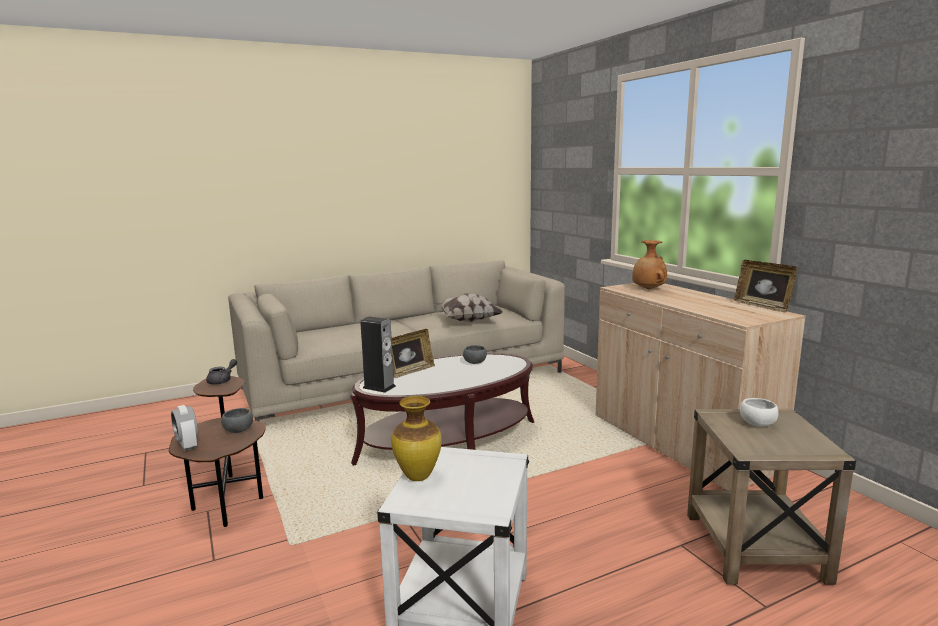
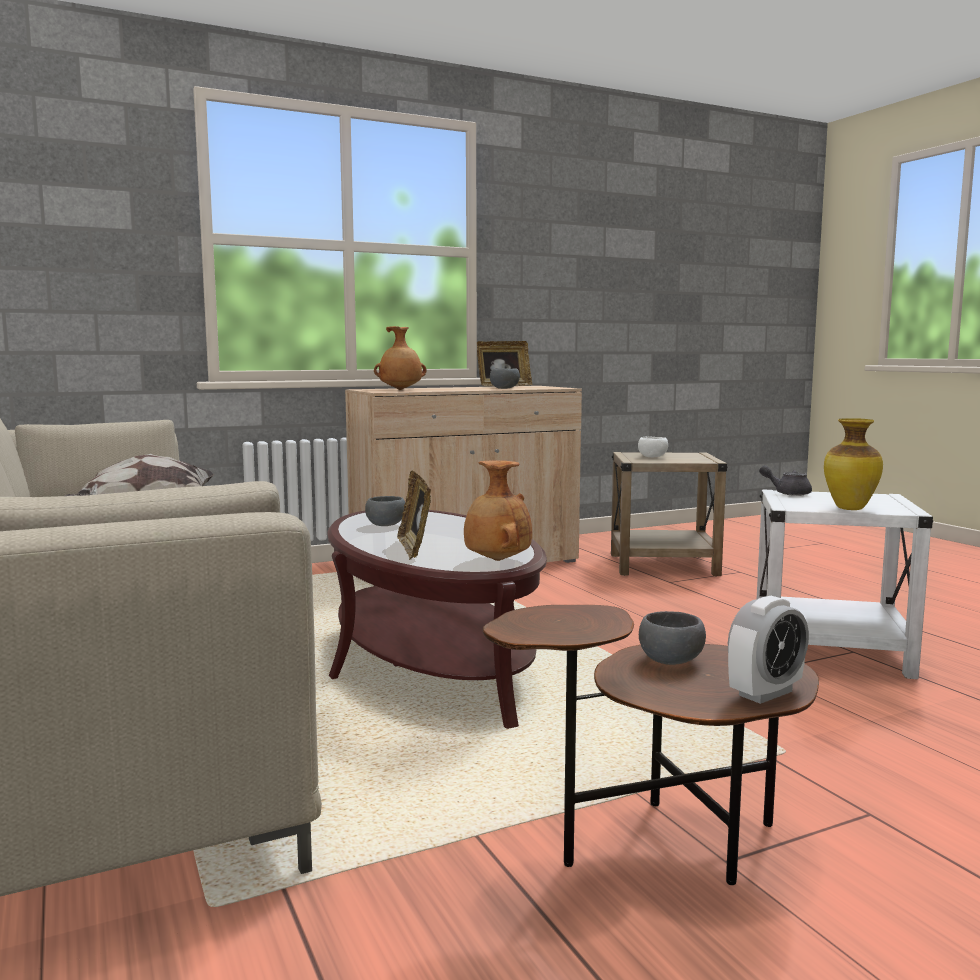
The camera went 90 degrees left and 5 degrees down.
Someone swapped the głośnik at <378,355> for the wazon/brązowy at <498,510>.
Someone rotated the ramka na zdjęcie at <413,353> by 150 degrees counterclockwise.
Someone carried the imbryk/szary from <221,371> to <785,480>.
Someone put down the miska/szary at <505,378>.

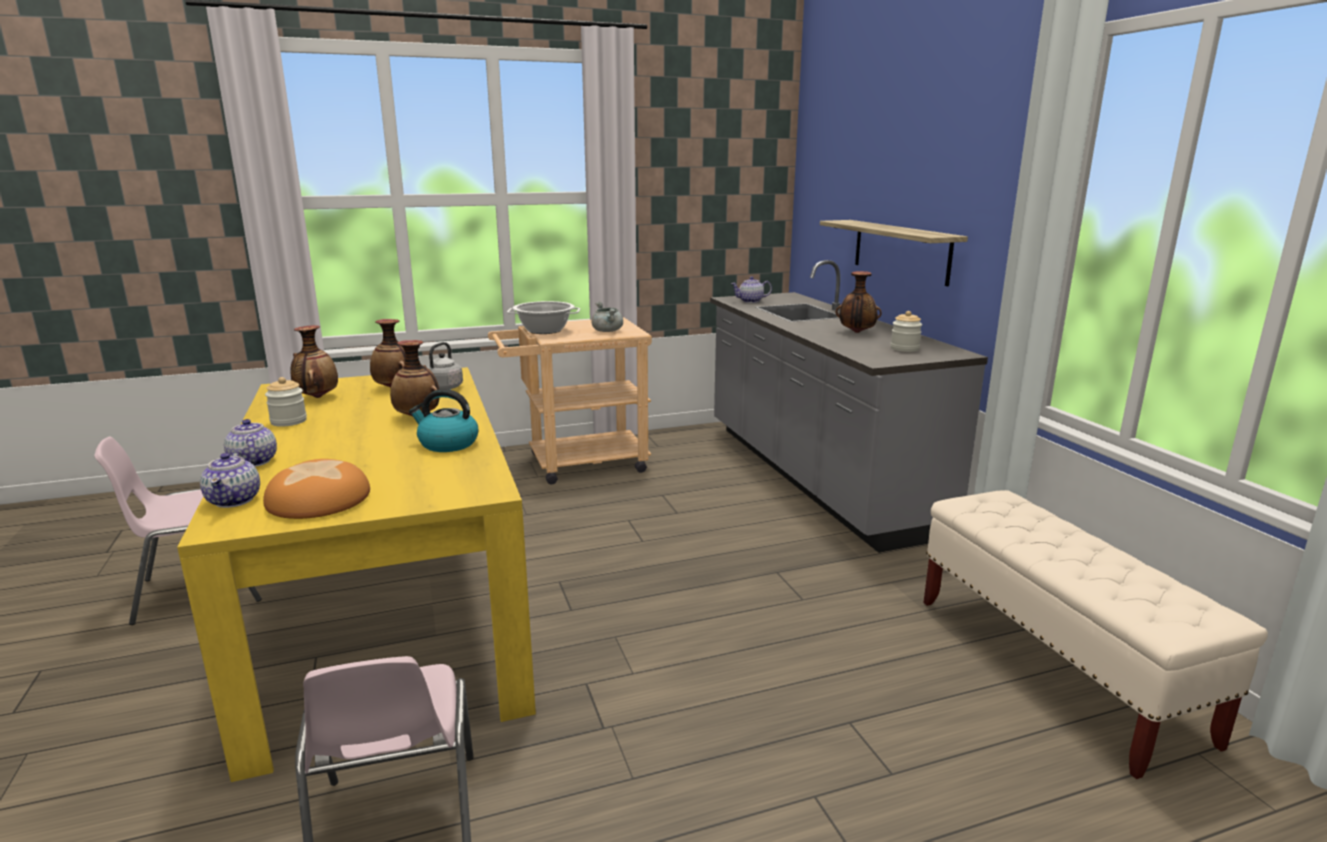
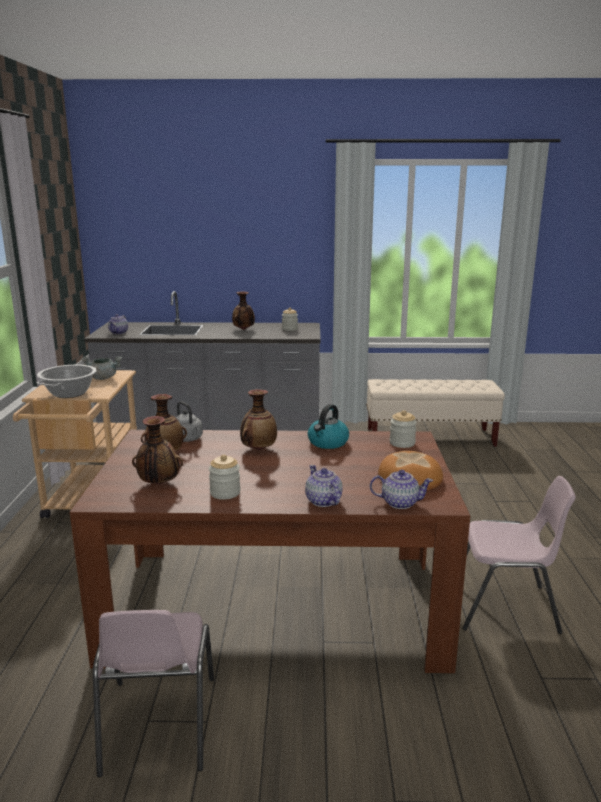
The camera went 70 degrees left and 0 degrees up.
Someone took away the półka at <894,253>.
Someone repainted the stół jadalny/żółty at <356,574>, which became the stół jadalny/brązowy at <270,551>.
Someone rotated the imbryk at <250,443> by 75 degrees clockwise.
Someone put down the słoik at <403,429>.

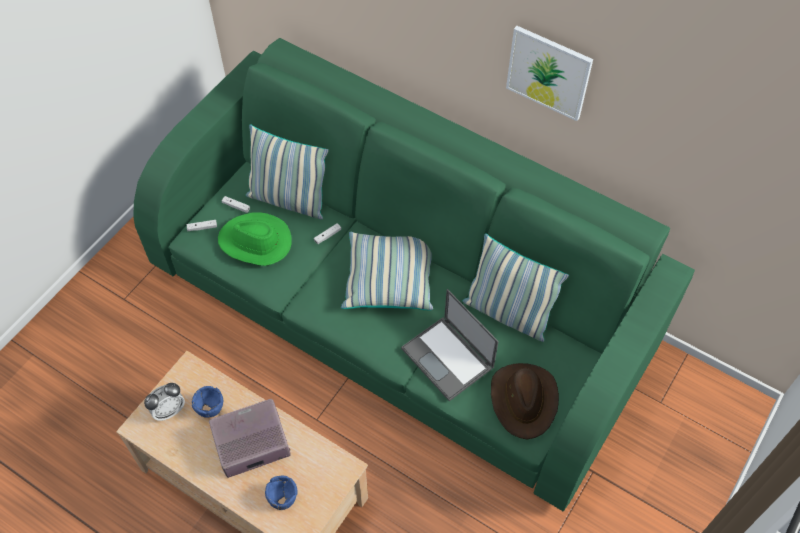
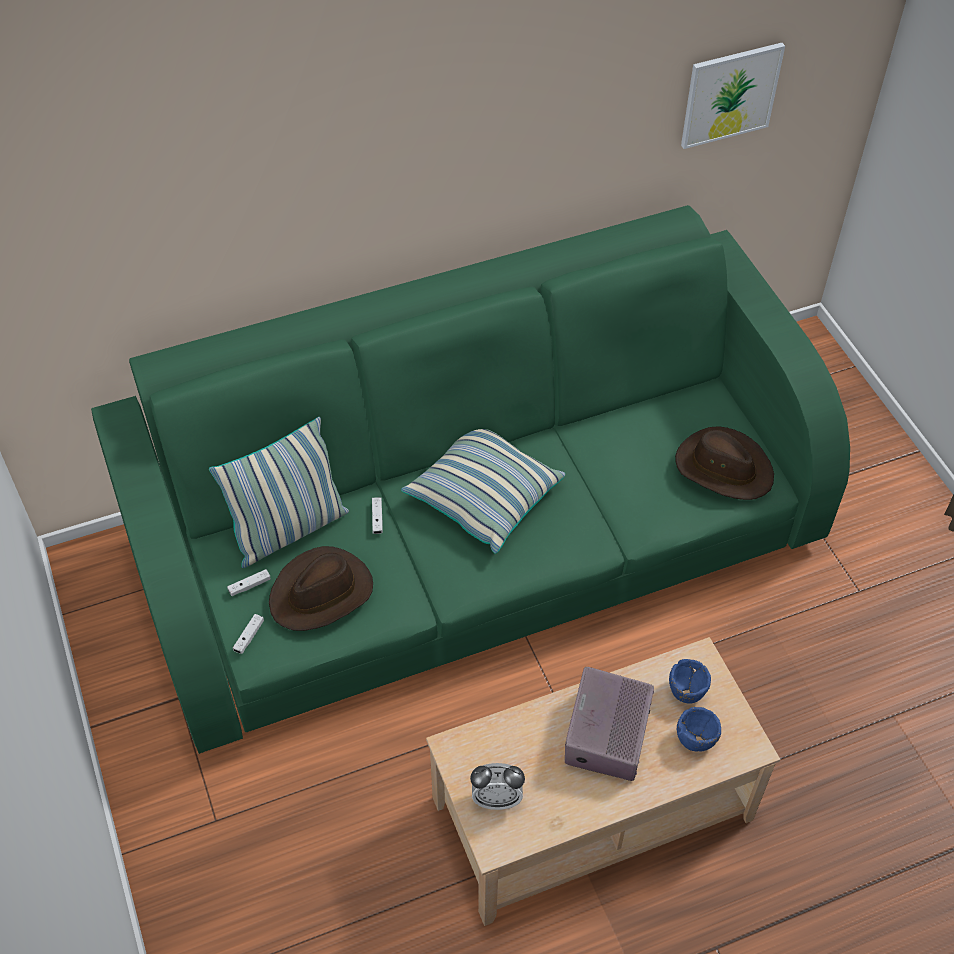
The camera went 55 degrees left and 5 degrees down.
Someone carried the obraz from <549,73> to <733,96>.
Someone repainted the kapelusz/zielony at <255,239>, which became the kapelusz/brązowy at <321,588>.
Someone took away the poduszka at <516,287>.
Someone took away the laptop at <450,345>.
Someone rotated the budzik at <164,402> by 90 degrees clockwise.
Someone carried the miska/niebieski from <207,402> to <690,681>.

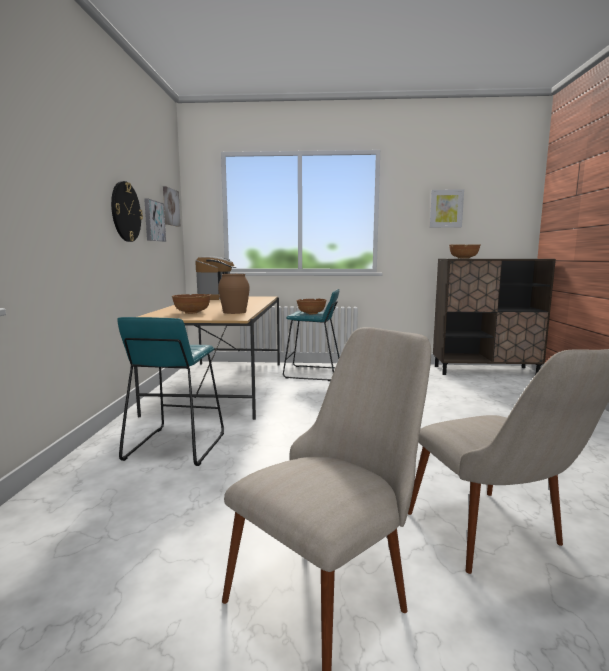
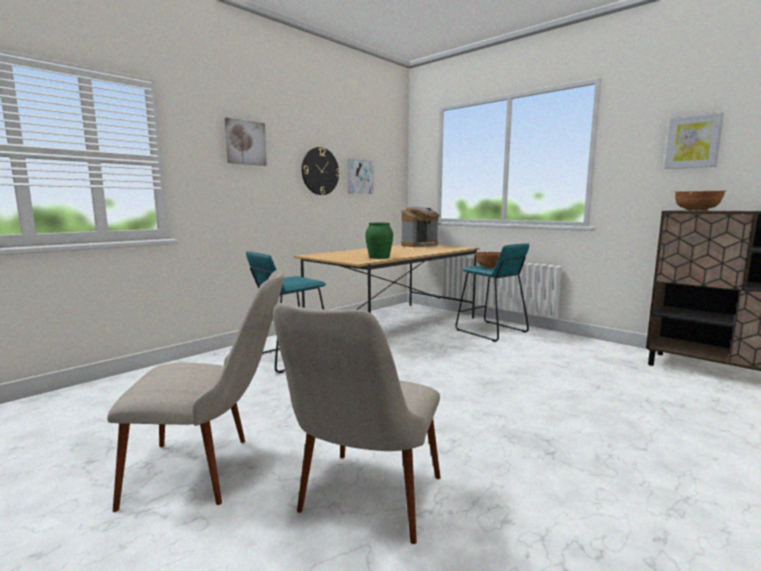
The camera went 40 degrees right and 0 degrees up.
Someone carried the obraz from <172,206> to <246,141>.
Someone repainted the wazon/brązowy at <234,294>, which became the wazon/zielony at <379,241>.
Someone took away the miska/brązowy at <191,304>.

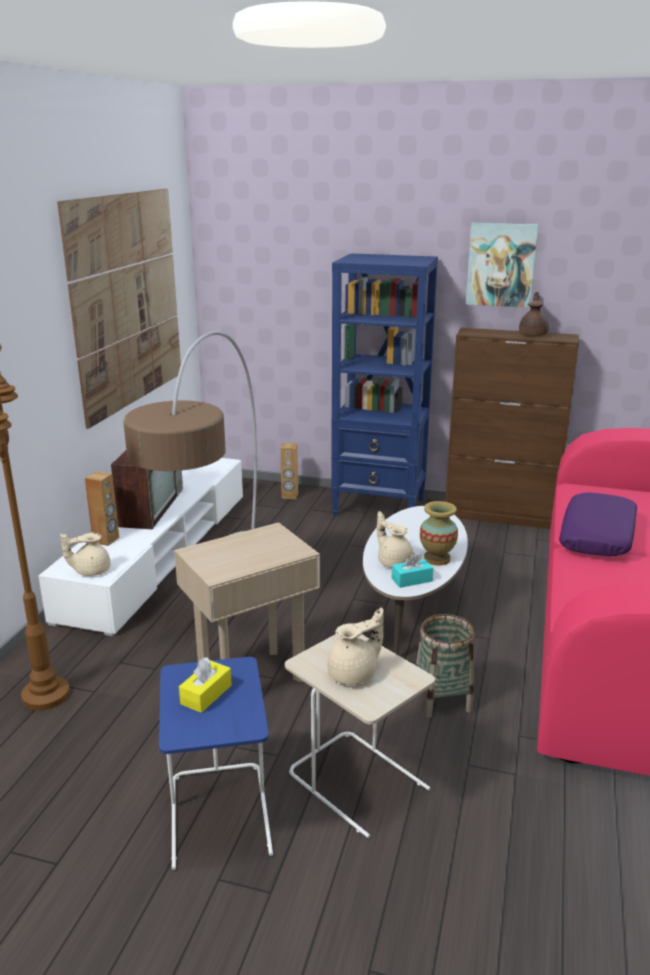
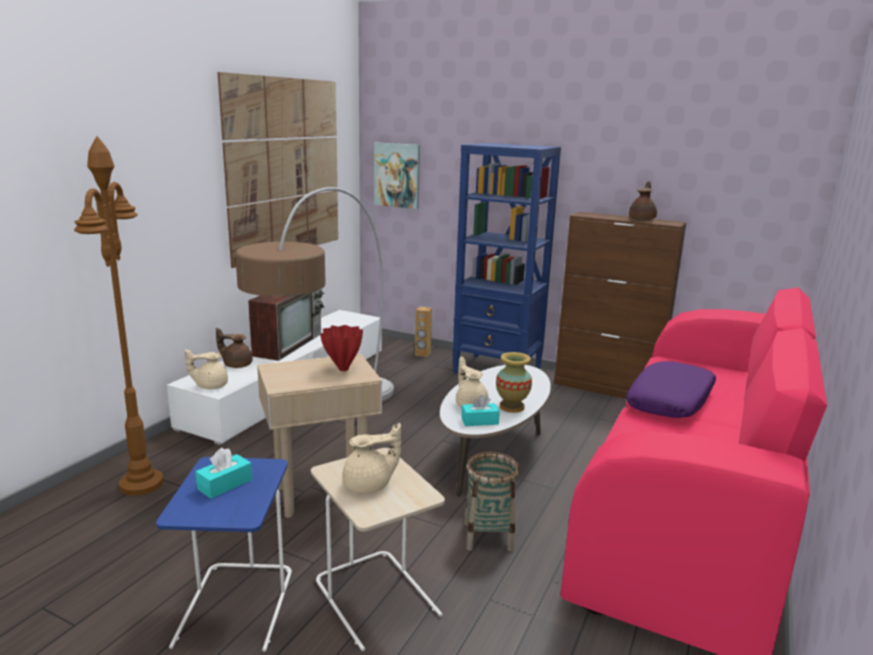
The camera went 10 degrees right and 5 degrees down.
Someone carried the obraz from <502,265> to <397,175>.
Someone swapped the głośnik/brązowy at <102,508> for the imbryk/brązowy at <234,348>.
Someone repainted the pudełko chusteczek/żółty at <205,685>, which became the pudełko chusteczek/turkusowy at <224,473>.
Someone put down the wazon/czerwony at <341,348>.

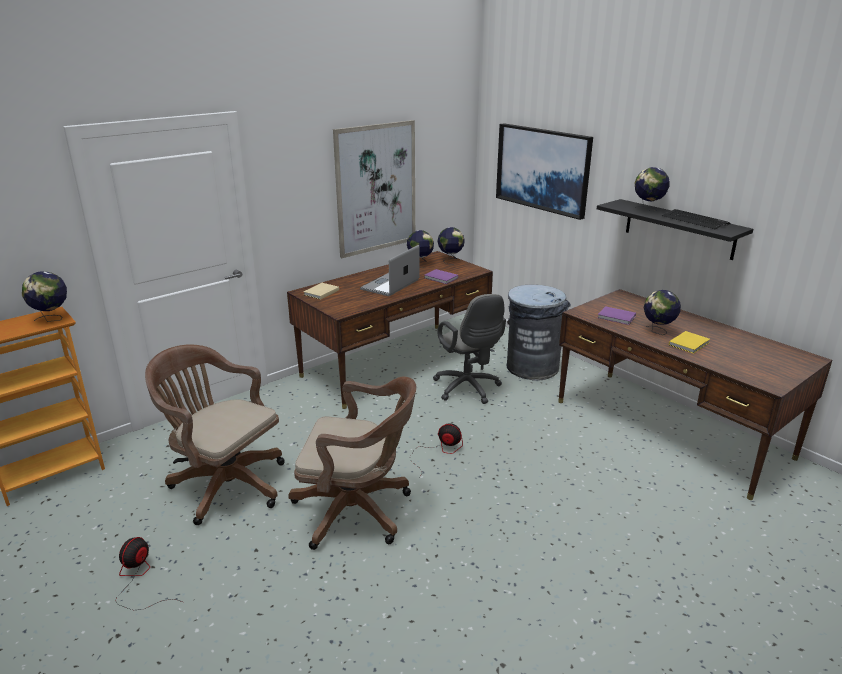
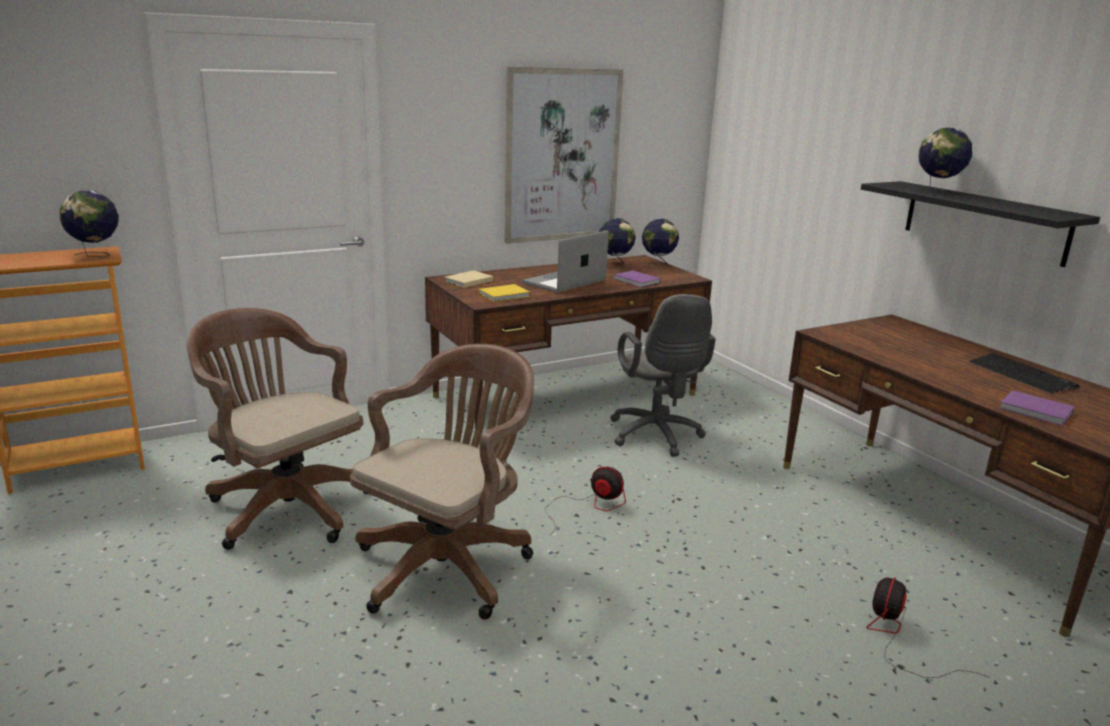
The camera went 10 degrees right and 5 degrees down.
Someone took away the obraz at <544,171>.
Someone carried the klawiatura from <696,219> to <1025,373>.
Someone took away the kosz na śmieci/szary at <538,333>.
Someone took away the globus at <662,312>.
Someone carried the książka/fioletowy from <617,315> to <1036,408>.
Someone carried the książka/żółty from <689,342> to <504,293>.
Someone rotated the krzesło biurowe/brązowy at <352,463> by 75 degrees counterclockwise.
Someone carried the wentylator from <149,573> to <928,627>.

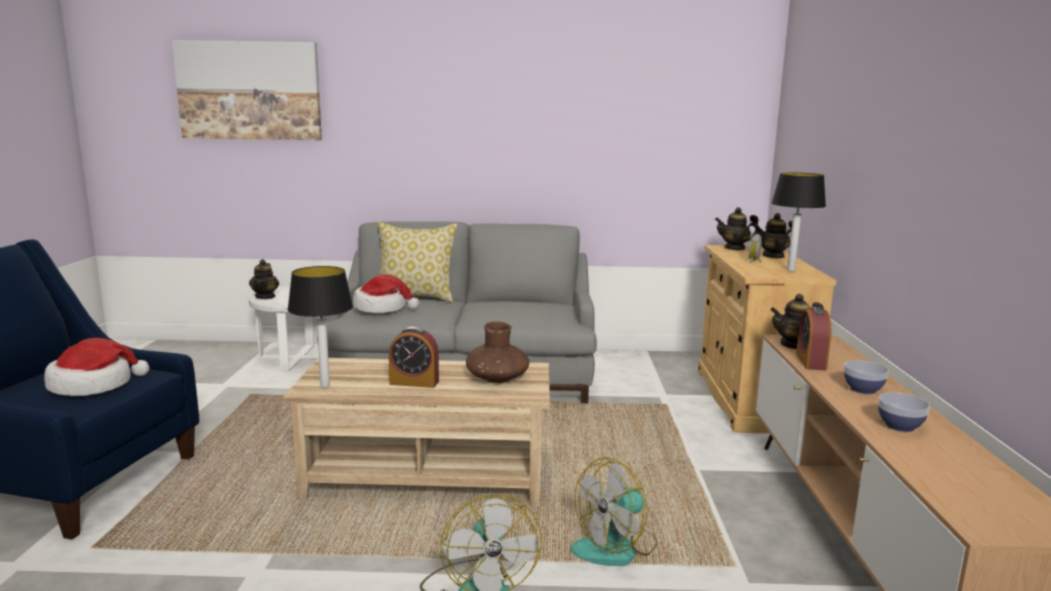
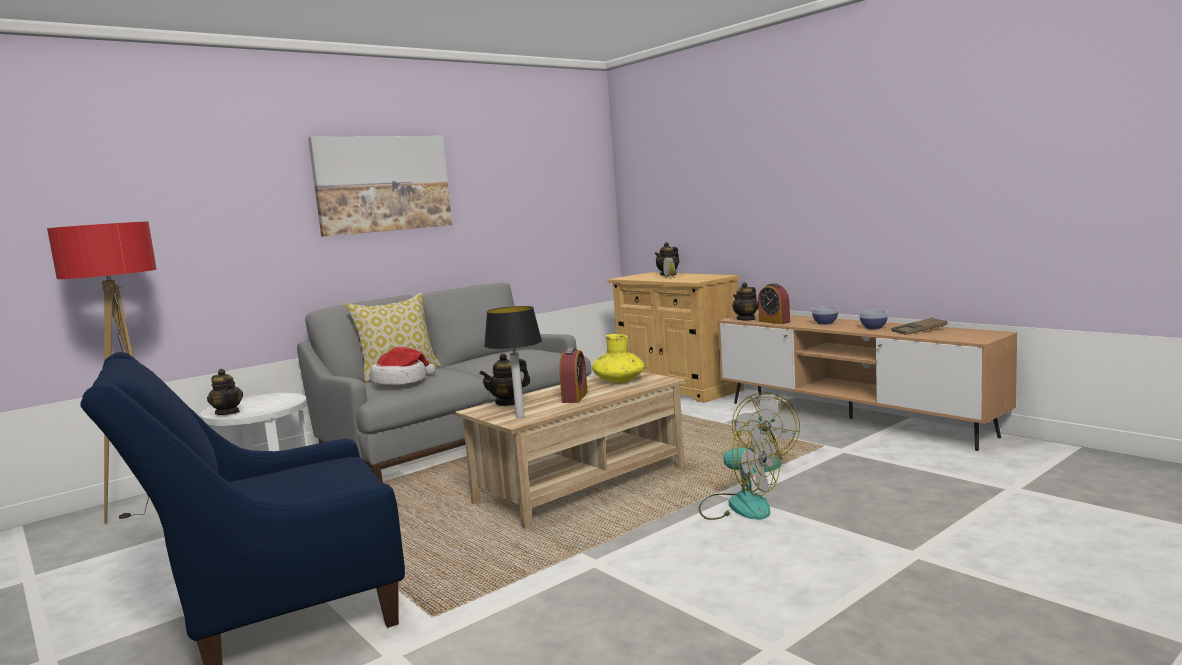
The camera went 40 degrees left and 5 degrees down.
Someone carried the obraz from <247,90> to <380,186>.
Someone took away the lampa stołowa at <799,222>.
Someone carried the imbryk from <736,228> to <504,379>.
Someone repainted the wazon/brązowy at <497,352>, which became the wazon/żółty at <618,358>.
Someone rotated the budzik at <414,357> by 45 degrees counterclockwise.
Someone took away the kapelusz at <96,367>.
Someone put down the lampa stojąca at <102,372>.
Someone put down the taca/brązowy at <920,326>.

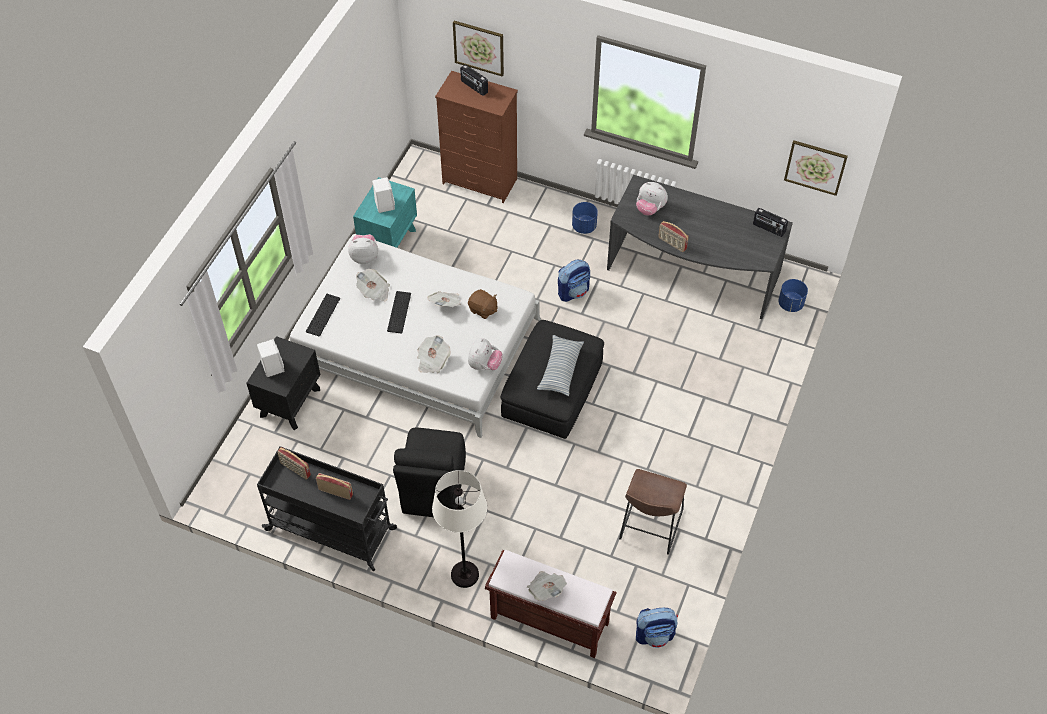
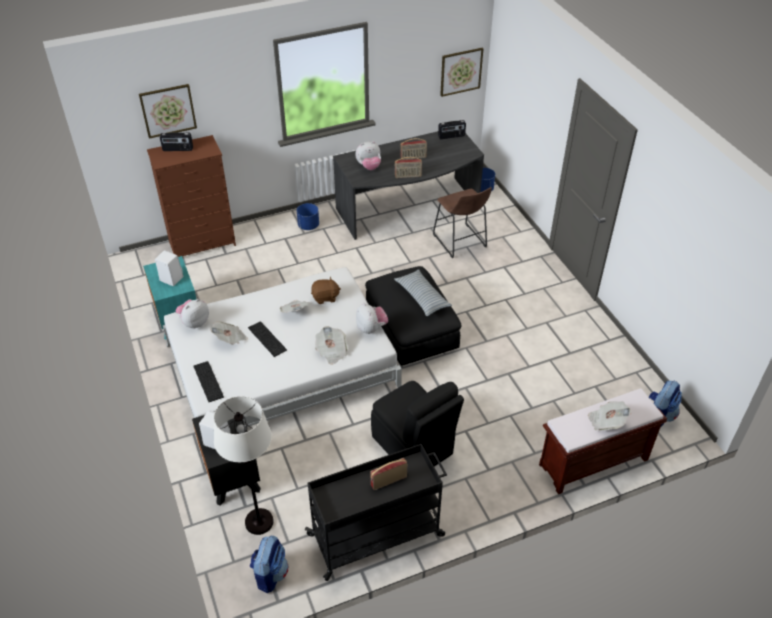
The camera went 45 degrees left and 10 degrees down.
Someone carried the plecak from <574,281> to <269,564>.
Someone carried the radio from <294,463> to <413,149>.
Someone carried the stołek/brązowy from <653,512> to <462,222>.
Someone carried the lampa stojąca/biały from <459,529> to <244,465>.

